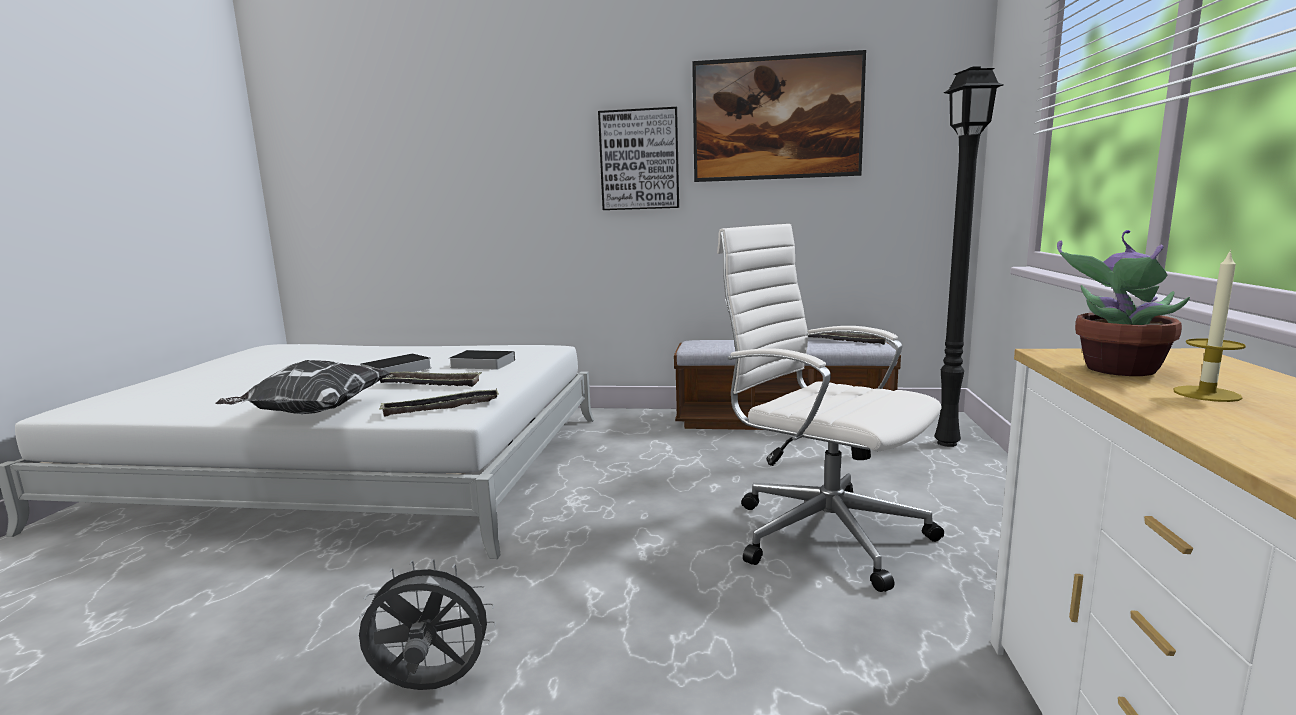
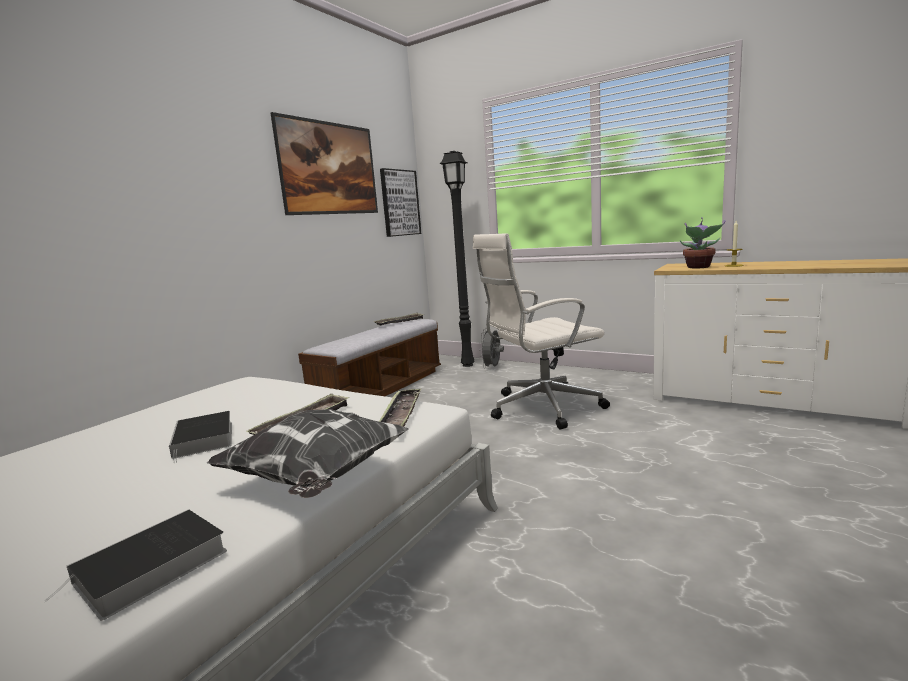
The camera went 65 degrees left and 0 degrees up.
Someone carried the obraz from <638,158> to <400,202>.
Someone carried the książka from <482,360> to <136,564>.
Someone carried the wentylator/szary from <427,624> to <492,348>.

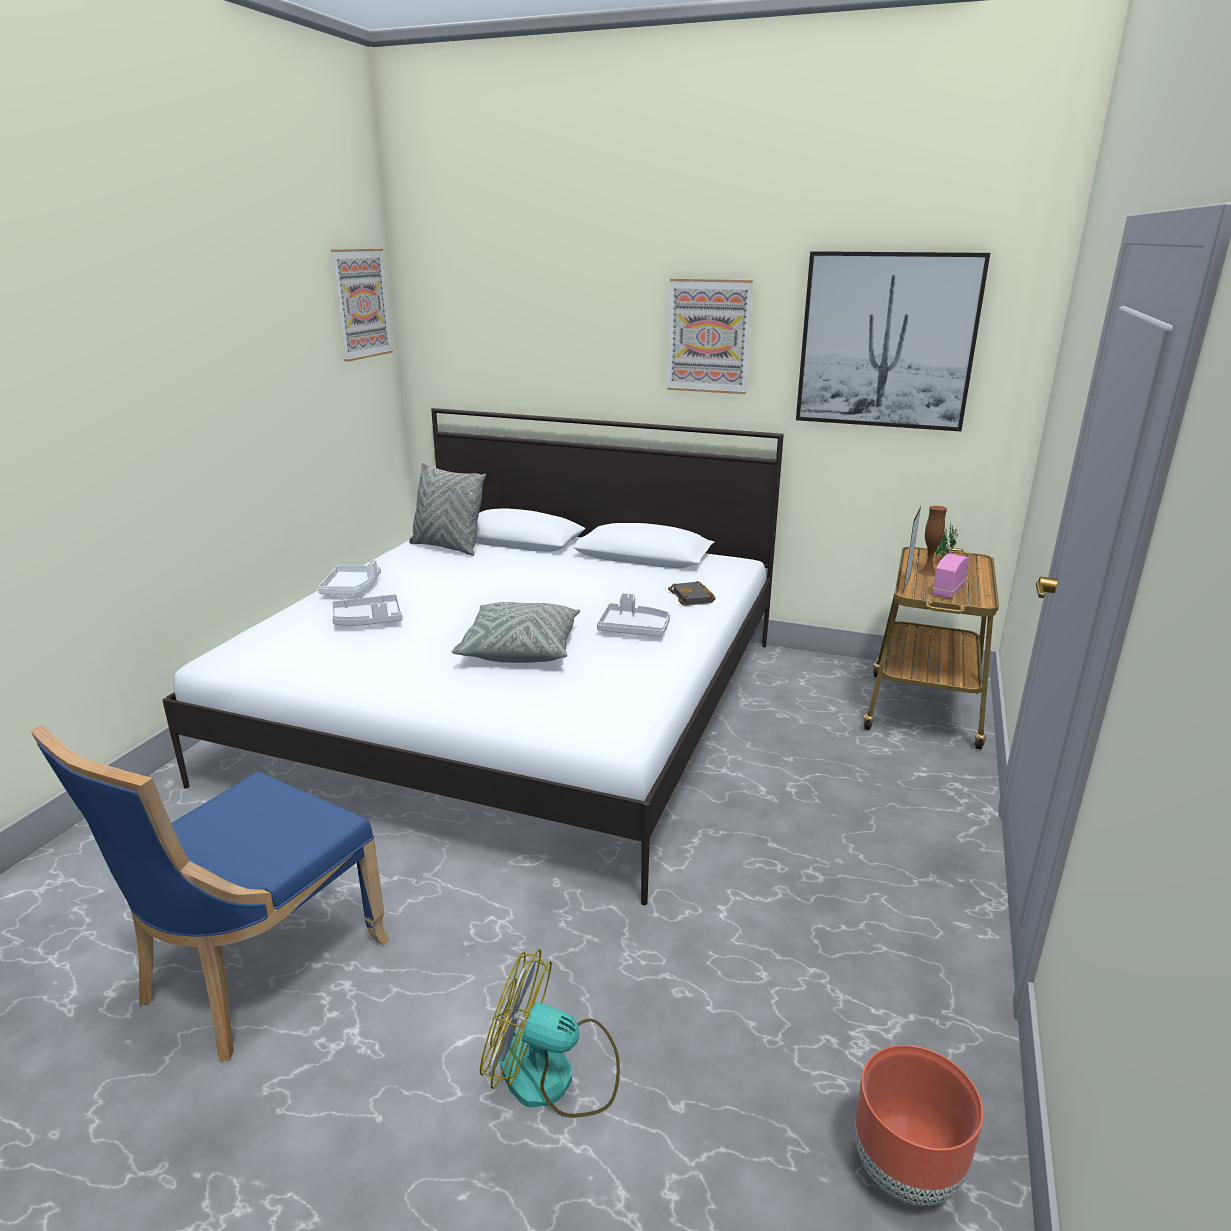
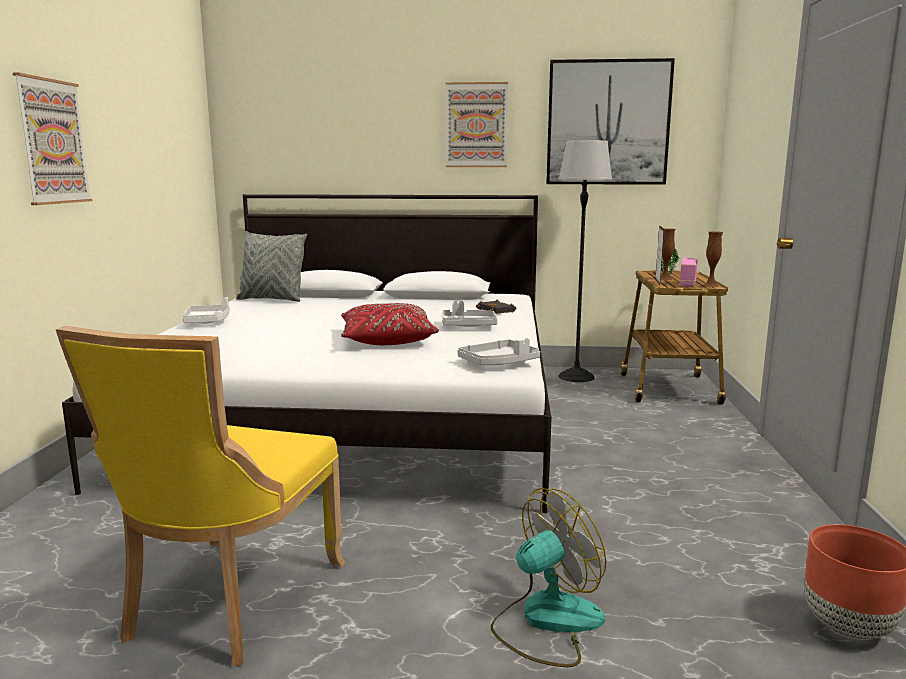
The camera went 15 degrees left and 10 degrees down.
Someone carried the obraz from <362,305> to <53,139>.
Someone carried the taca/szary from <367,610> to <498,351>.
Someone repainted the poduszka/szary at <516,632>, which became the poduszka/czerwony at <390,324>.
Someone repainted the krzesło/niebieski at <210,893>, which became the krzesło/żółty at <200,496>.
Someone rotated the wentylator at <550,1033> by 150 degrees clockwise.
Someone put down the lampa stojąca at <585,261>.
Someone put down the wazon/brązowy at <713,259>.

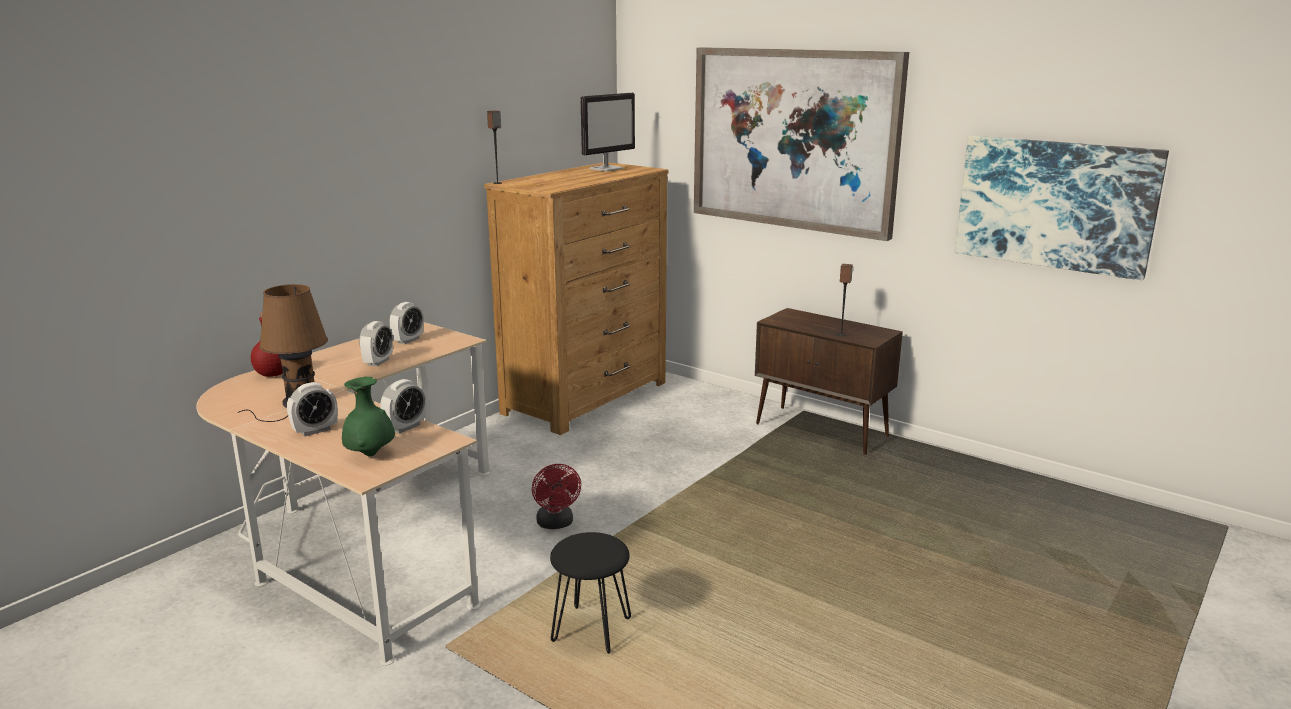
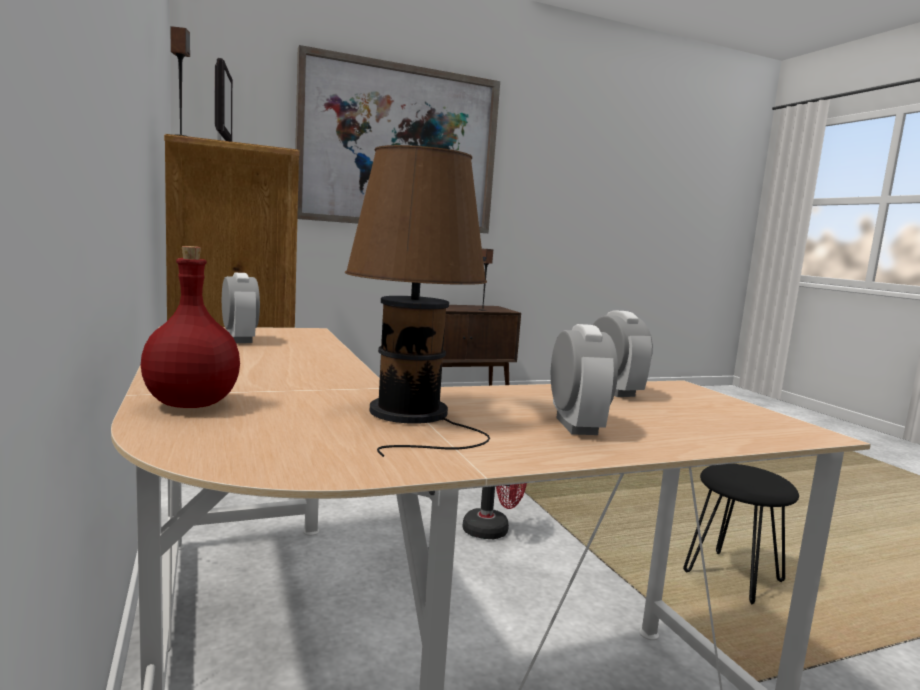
The camera went 60 degrees left and 10 degrees down.
Someone took away the obraz at <1062,208>.
Someone took away the budzik at <376,343>.
Someone took away the wazon/zielony at <368,417>.

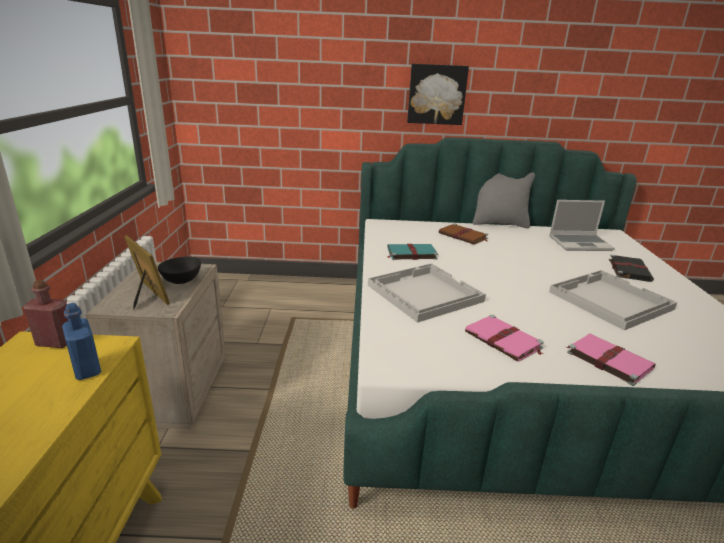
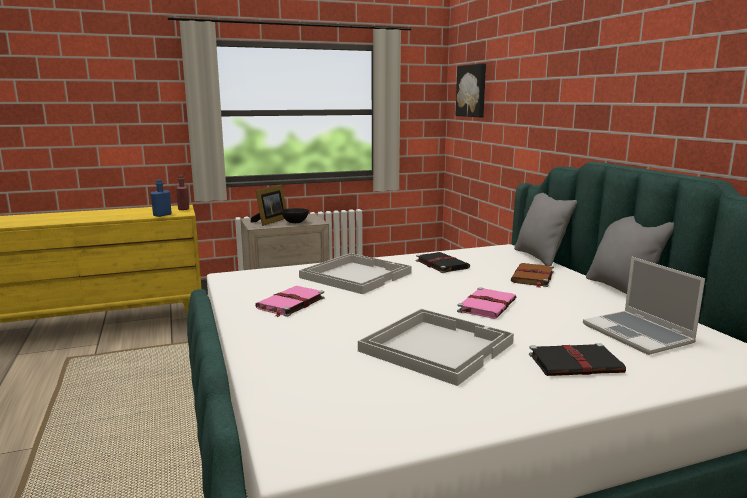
The camera went 70 degrees right and 10 degrees down.
Someone carried the obraz from <438,94> to <470,90>.
Someone repainted the książka/turkusowy at <412,252>, which became the książka/czarny at <443,262>.
Someone carried the książka/różowy from <611,360> to <486,303>.
Someone put down the poduszka/szary at <545,229>.

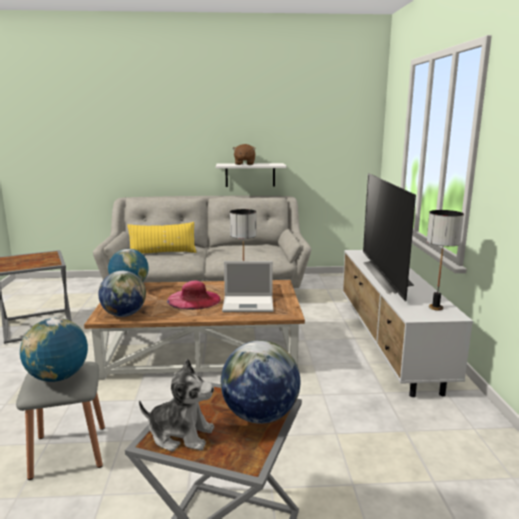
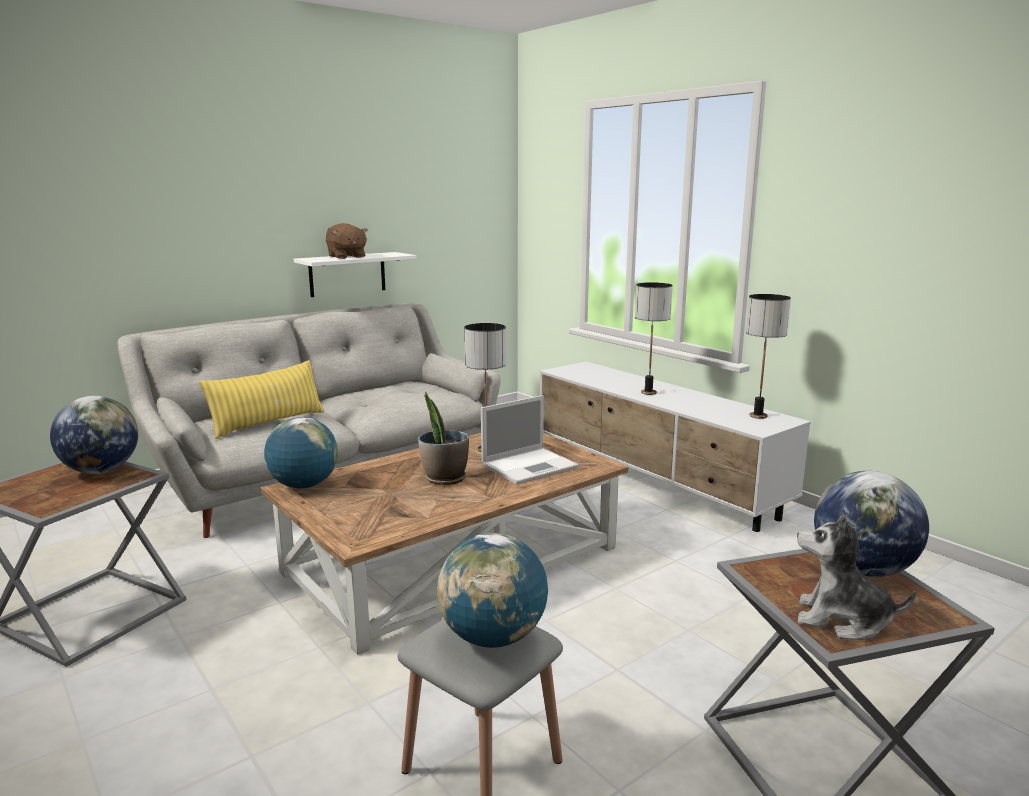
The camera went 35 degrees left and 0 degrees up.
Someone swapped the telewizor at <389,237> for the lampa stołowa at <654,338>.
Someone carried the globus from <122,294> to <94,435>.
Someone swapped the kapelusz/różowy at <193,295> for the roślina doniczkowa at <443,438>.
Someone rotated the pluszak at <176,405> by 135 degrees counterclockwise.

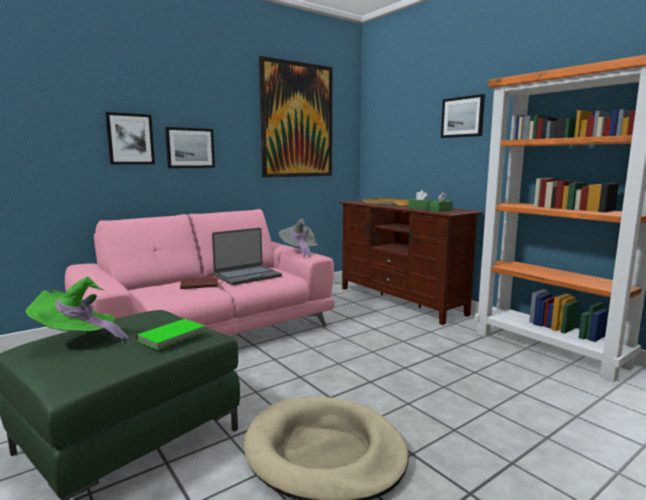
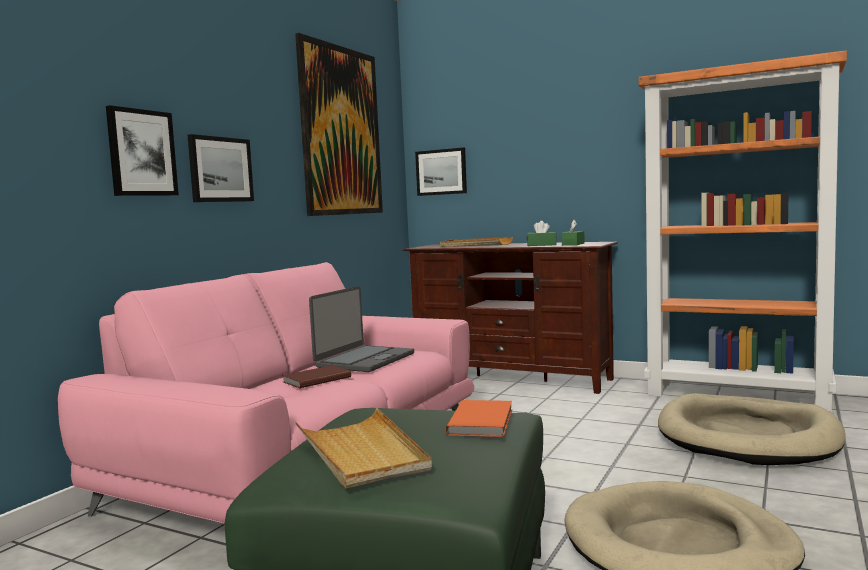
The camera went 25 degrees left and 5 degrees down.
Someone carried the obraz from <463,116> to <441,171>.
Someone took away the kapelusz/szary at <299,238>.
Someone swapped the kapelusz/zielony at <77,310> for the taca/beżowy at <363,448>.
Someone repainted the książka/zielony at <170,334>, which became the książka/pomarańczowy at <479,418>.
Someone put down the legowisko/beżowy at <752,429>.

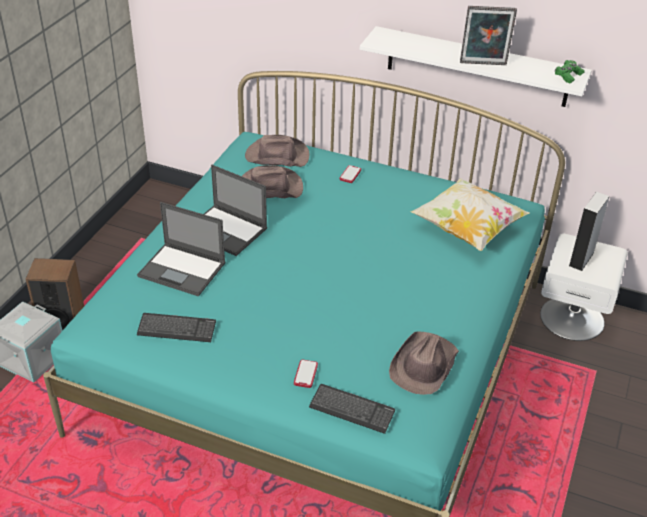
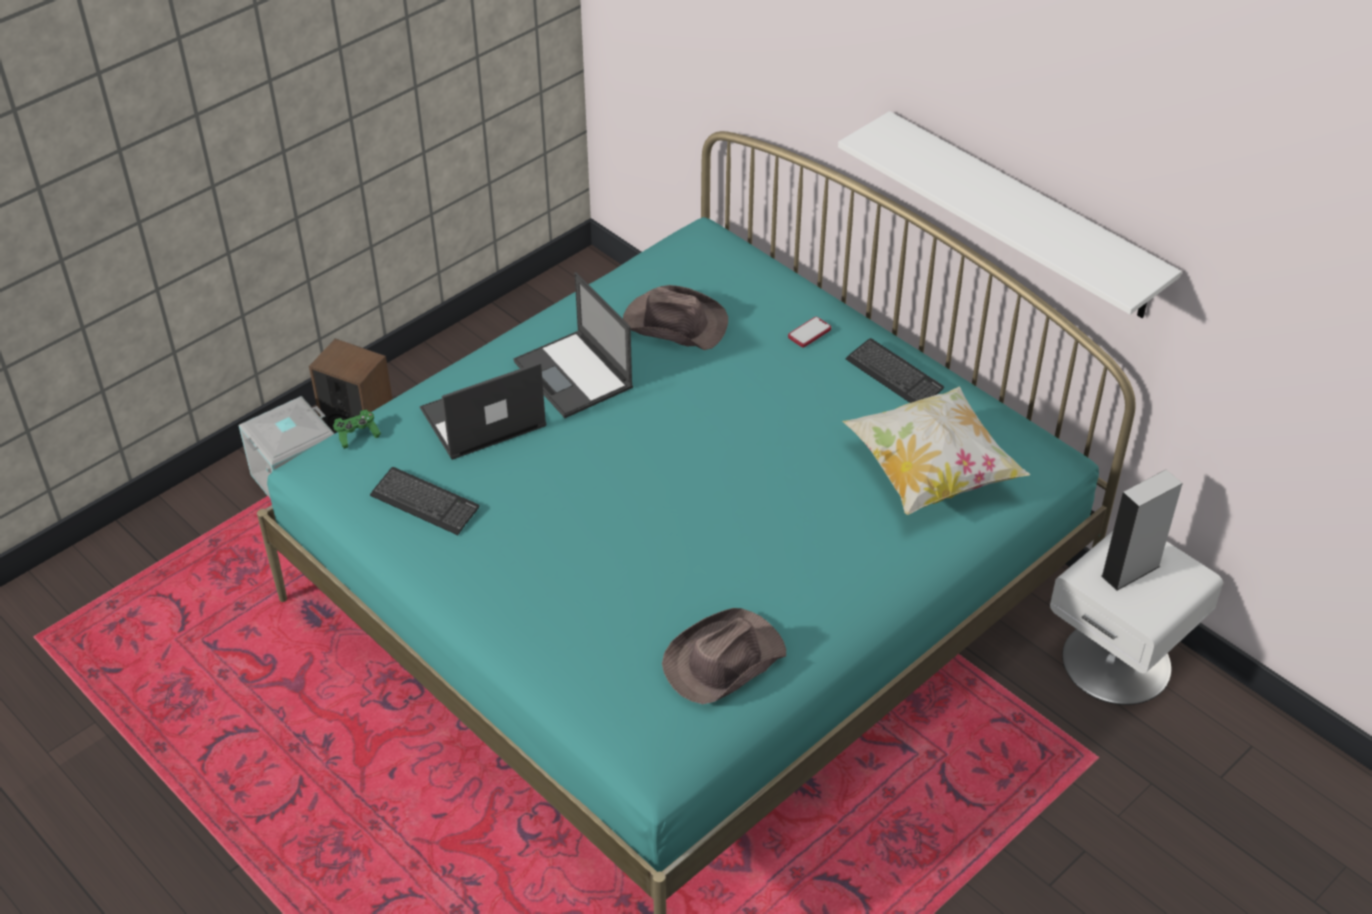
The camera went 25 degrees right and 5 degrees up.
Someone took away the ramka na zdjęcie at <488,35>.
Someone carried the pad do gier/zielony from <570,71> to <357,429>.
Someone took away the kapelusz/brązowy at <277,151>.
Someone rotated the laptop at <181,249> by 105 degrees clockwise.
Someone took away the telefon at <306,374>.
Someone carried the klawiatura from <352,409> to <894,370>.

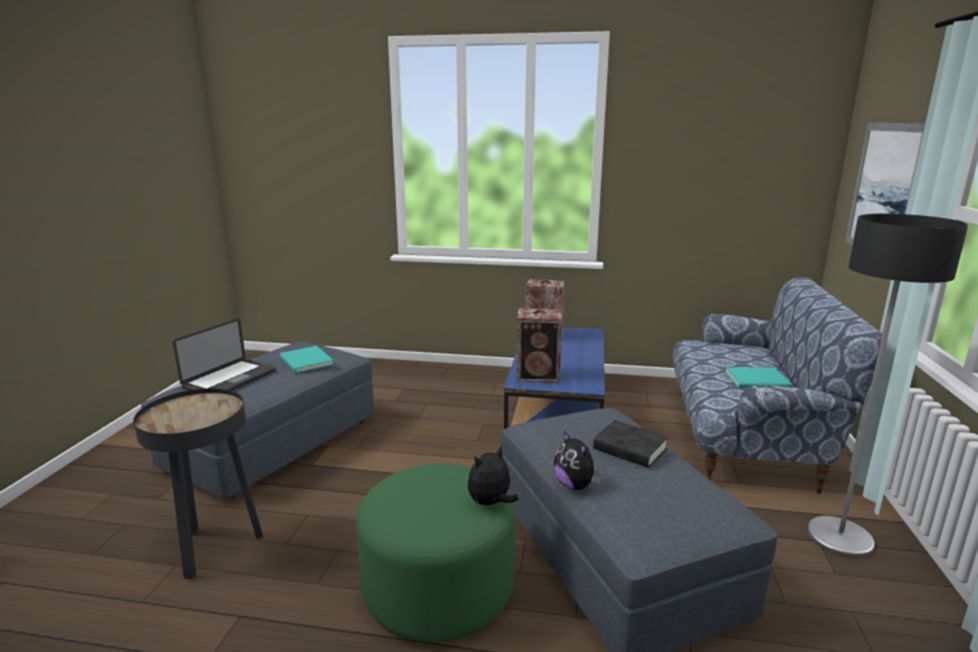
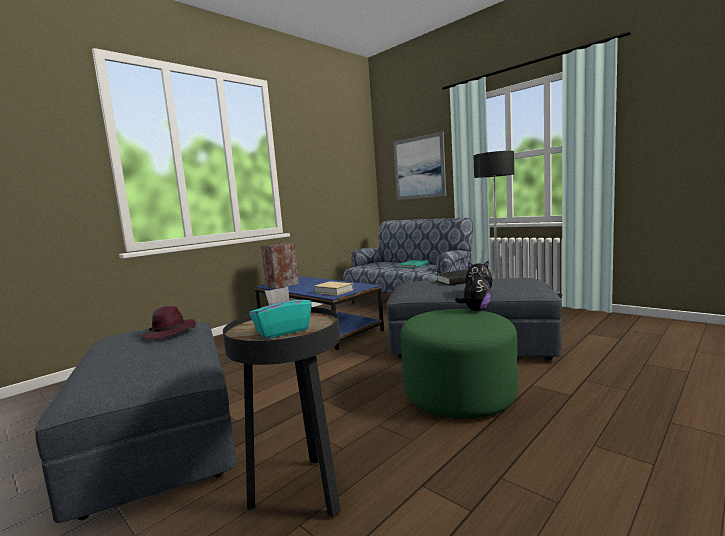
The camera went 55 degrees left and 10 degrees down.
Someone swapped the głośnik at <539,345> for the książka/beżowy at <333,288>.
Someone took away the laptop at <224,354>.
Someone swapped the książka/turkusowy at <307,359> for the kapelusz/fioletowy at <168,322>.
Someone rotated the pluszak at <493,475> by 135 degrees counterclockwise.
Someone put down the pudełko chusteczek/turkusowy at <280,313>.

